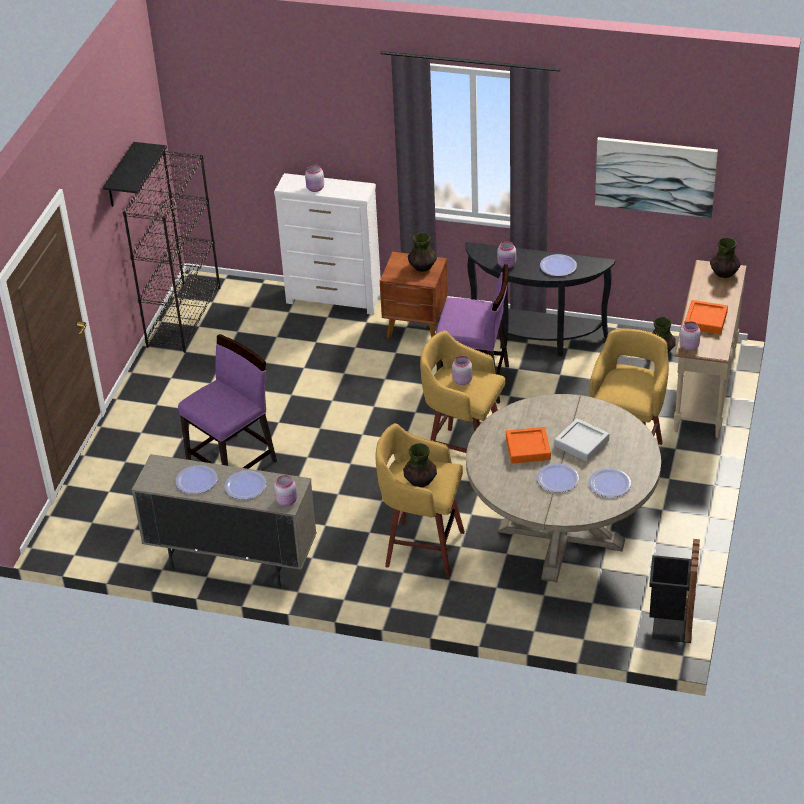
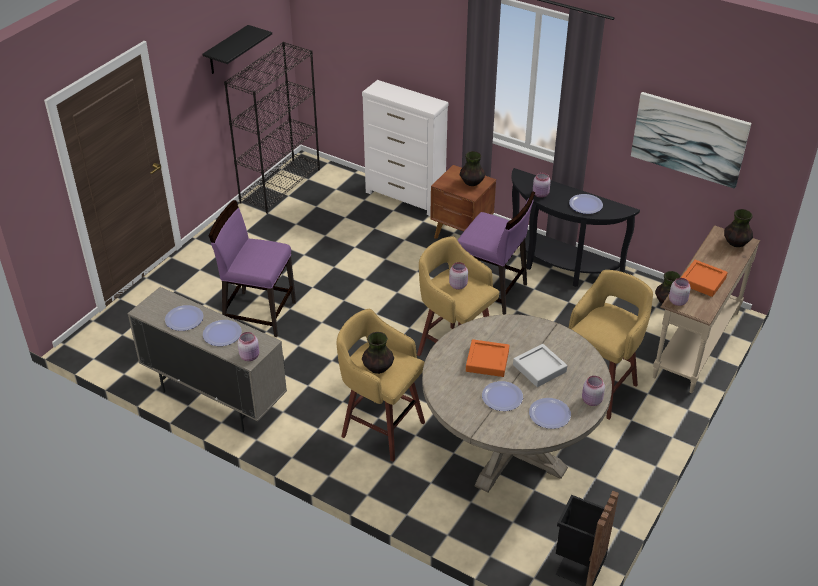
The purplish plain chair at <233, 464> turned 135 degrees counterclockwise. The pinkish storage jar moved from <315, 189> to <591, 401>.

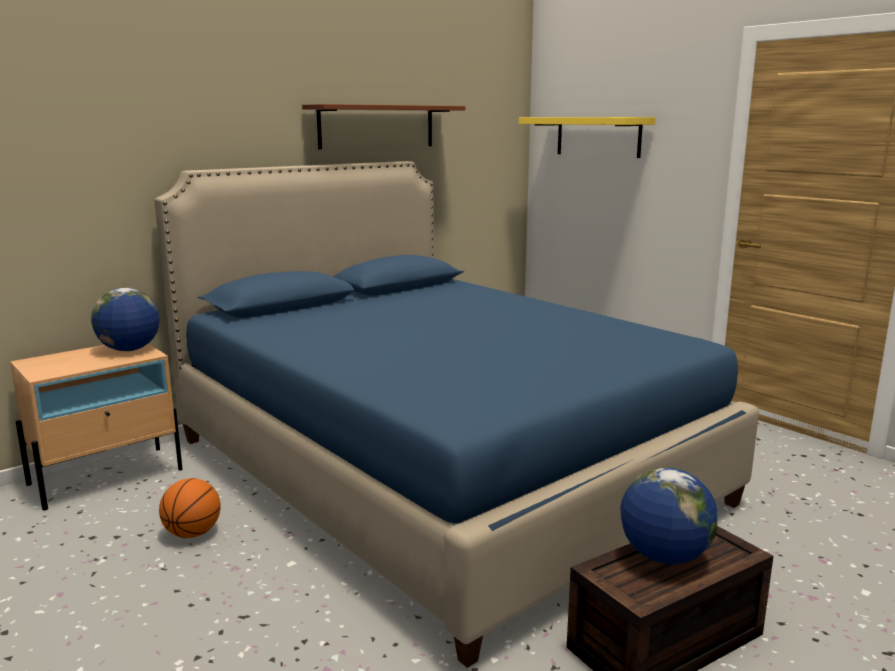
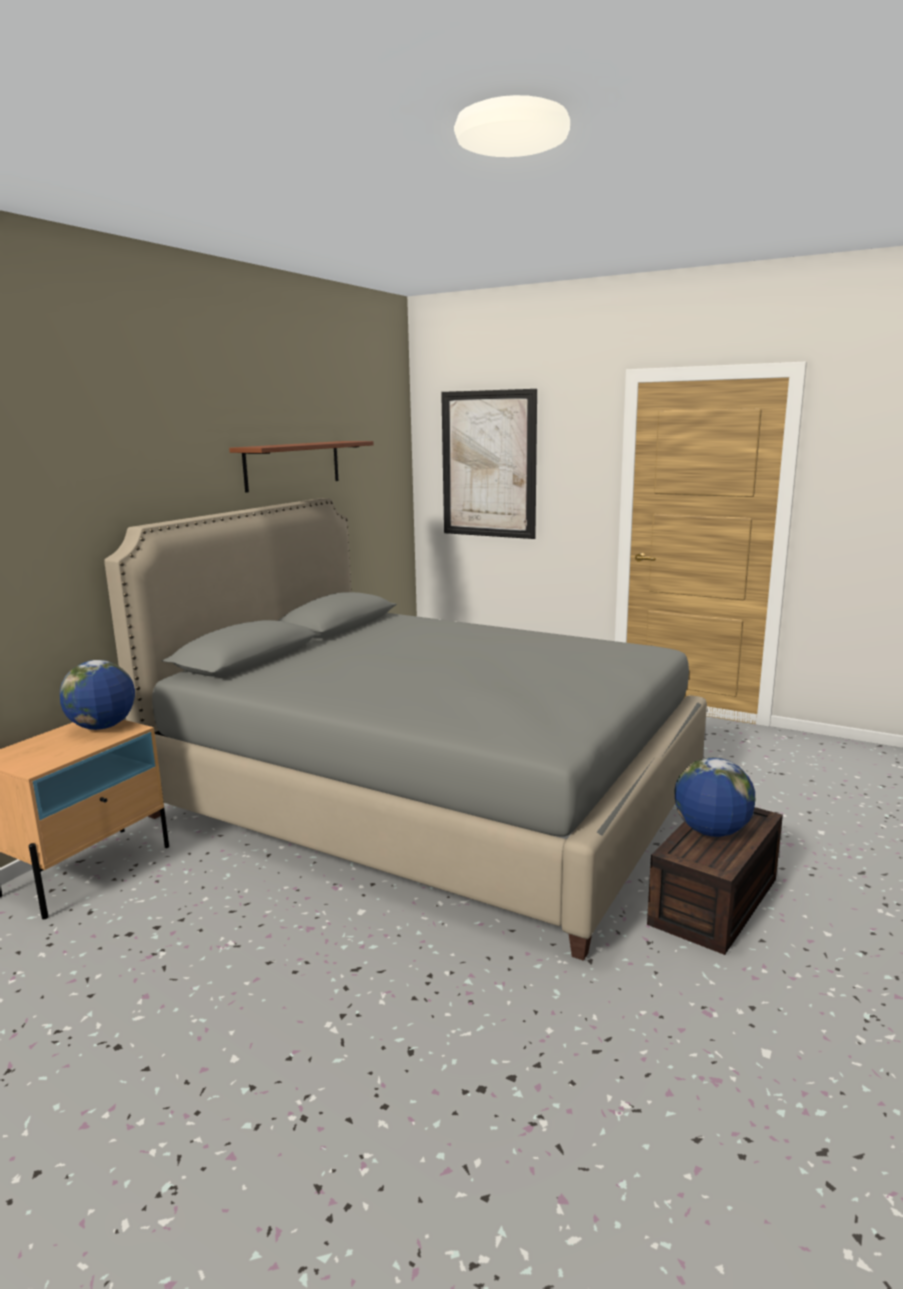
The blue-coloured bed at <437, 470> became the gray bed at <429, 799>. The ball for basketball at <192, 533> disappeared. The yellow-coloured bracket shelf at <598, 136> was replaced by the wall art at <488, 464>.

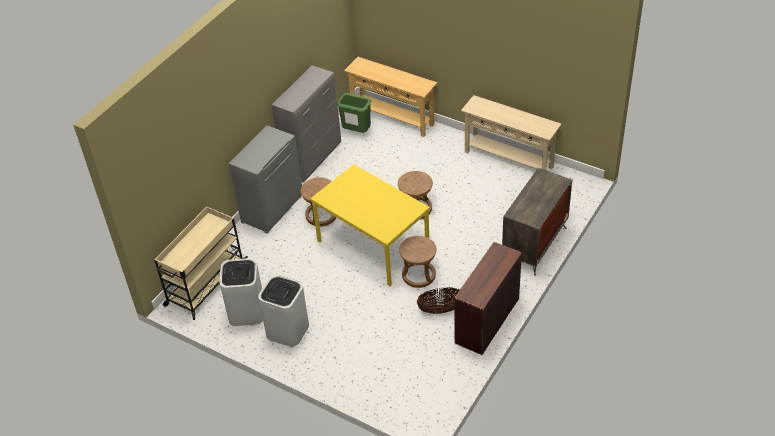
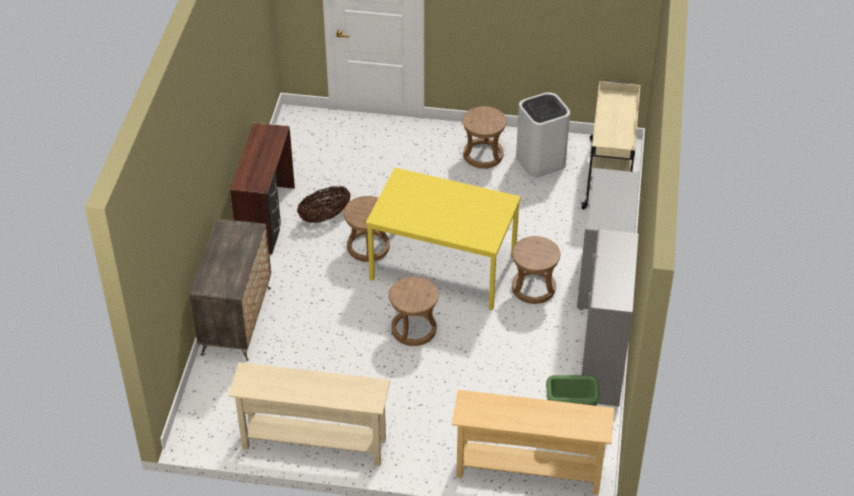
The white-coloured trash can at <287, 330> was replaced by the brownish stool at <483, 155>.

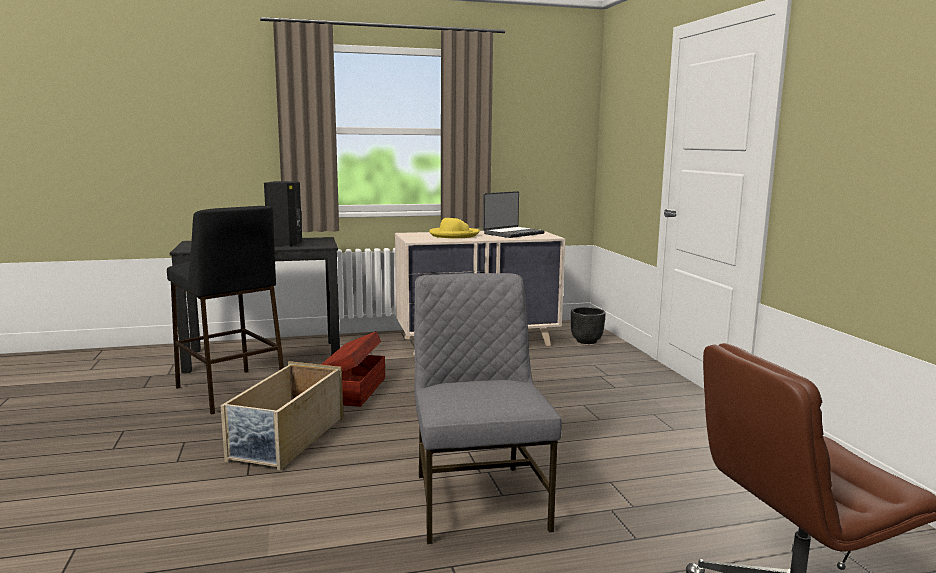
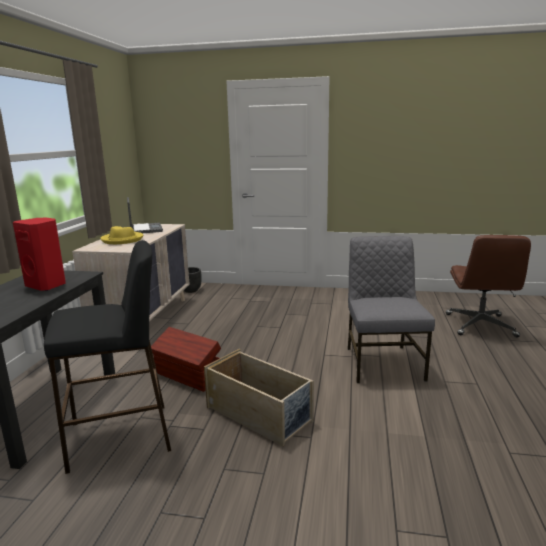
The black-coloured audio speaker at <286, 244> became the reddish audio speaker at <47, 285>. The gray plain chair at <478, 500> turned 75 degrees clockwise.

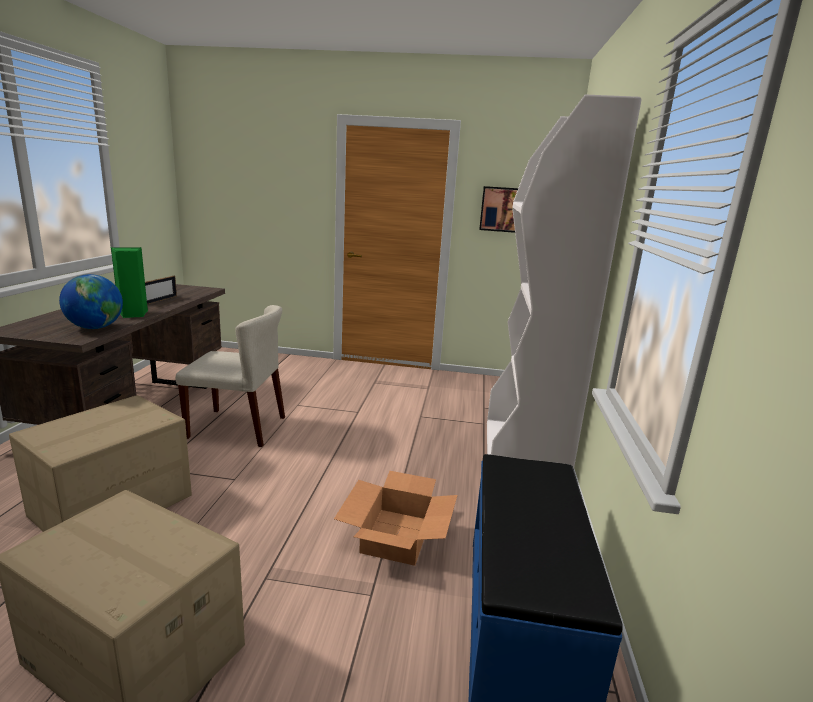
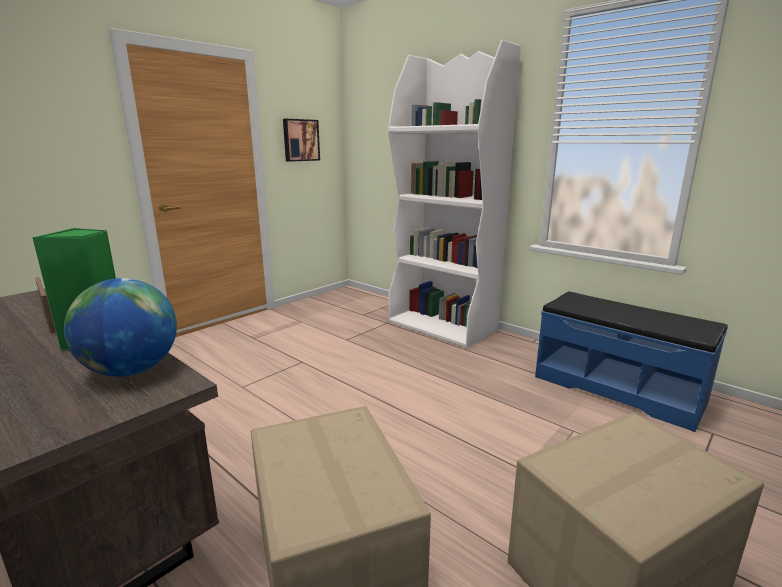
The sand-coloured plain chair at <238, 427> disappeared. The cardboard box at <396, 536> disappeared.

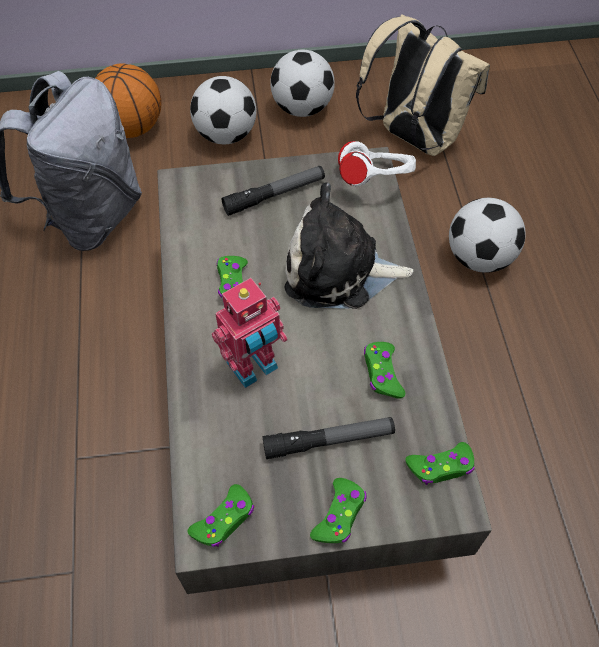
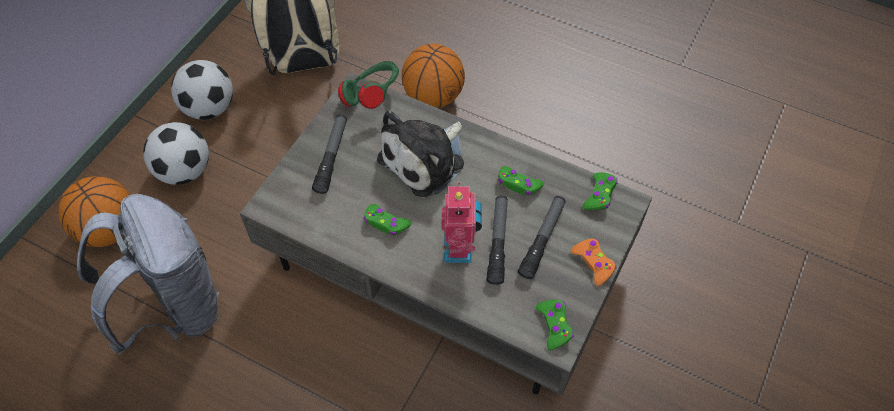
The green-coloured game controller at <339, 515> became the orangey game controller at <593, 263>. The white-coloured headphones at <374, 182> became the green-coloured headphones at <373, 97>. The ball for football at <479, 257> was replaced by the ball for basketball at <433, 97>. The flashlight at <498, 242> appeared.

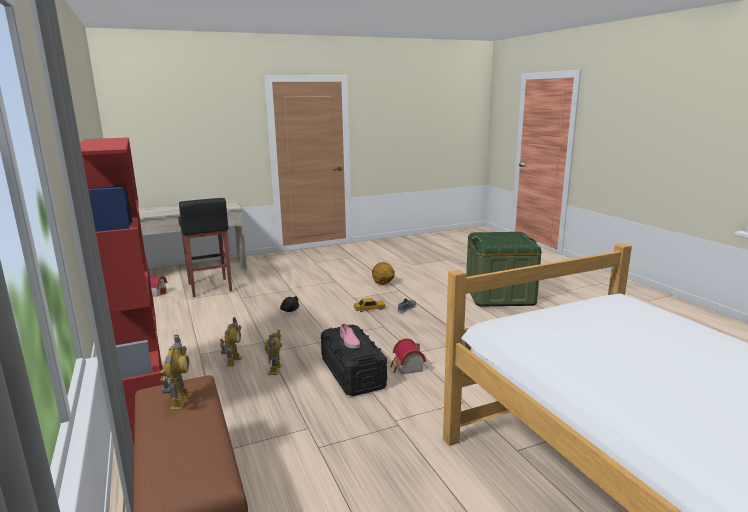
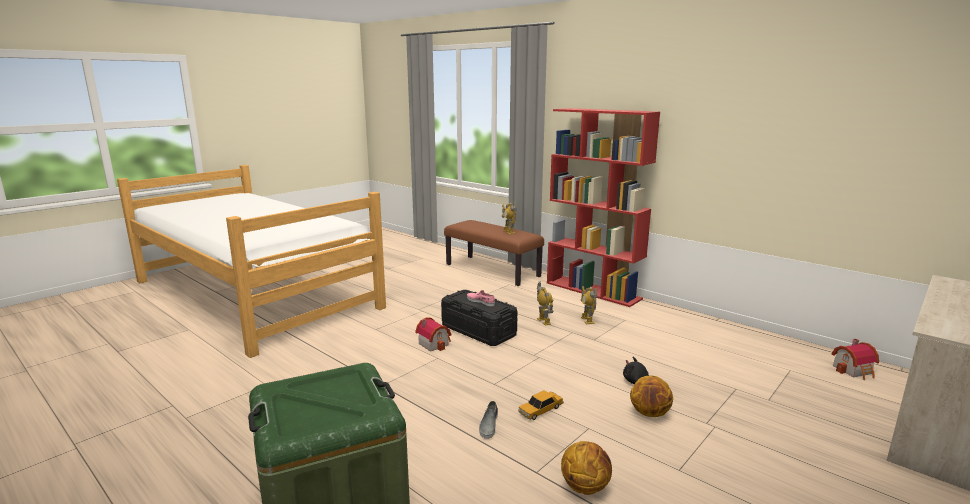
The black-coloured stool at <209, 288> disappeared. The ball for basketball at <650, 413> appeared.

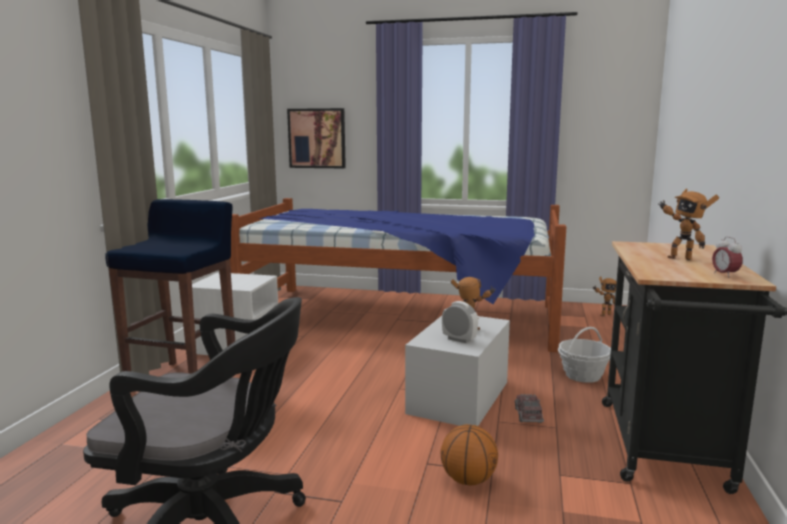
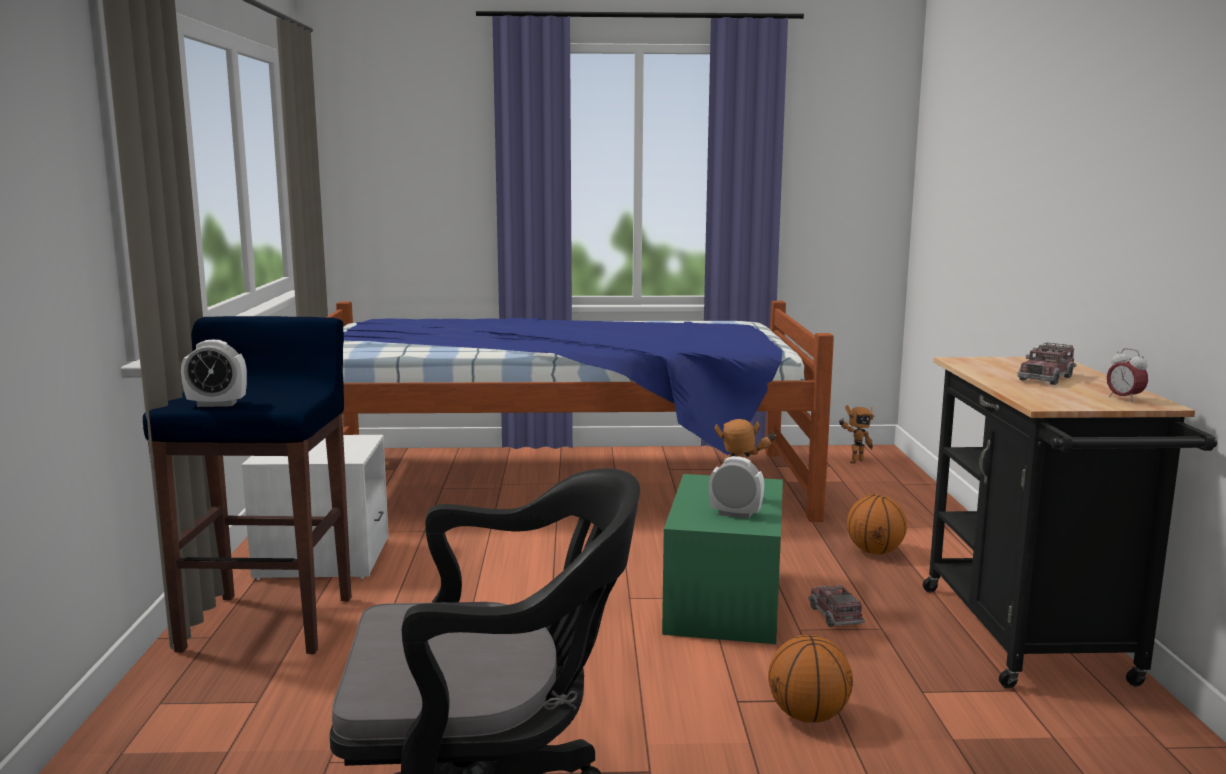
The wall art at <317, 138> disappeared. The white-coloured storage bin at <459, 397> became the green-coloured storage bin at <724, 601>. The household basket at <582, 375> was replaced by the ball for basketball at <875, 552>. The model robot at <679, 258> was replaced by the model truck at <1046, 378>. The alarm clock at <217, 404> appeared.

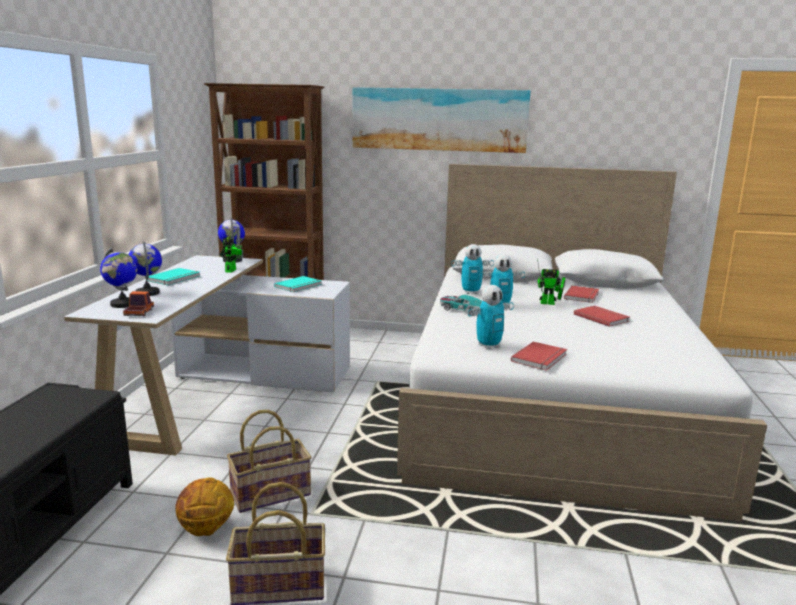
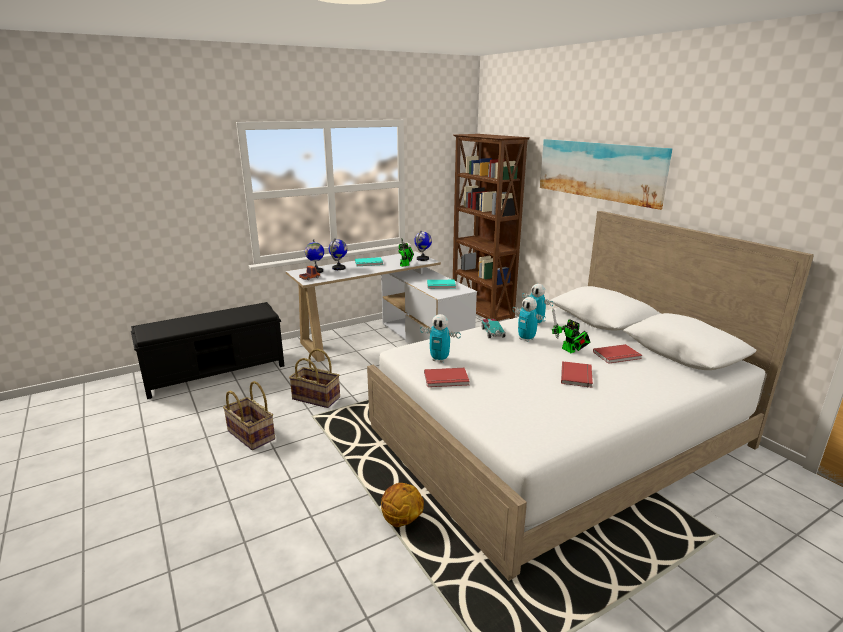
The ball for basketball moved from <206, 530> to <401, 520>.

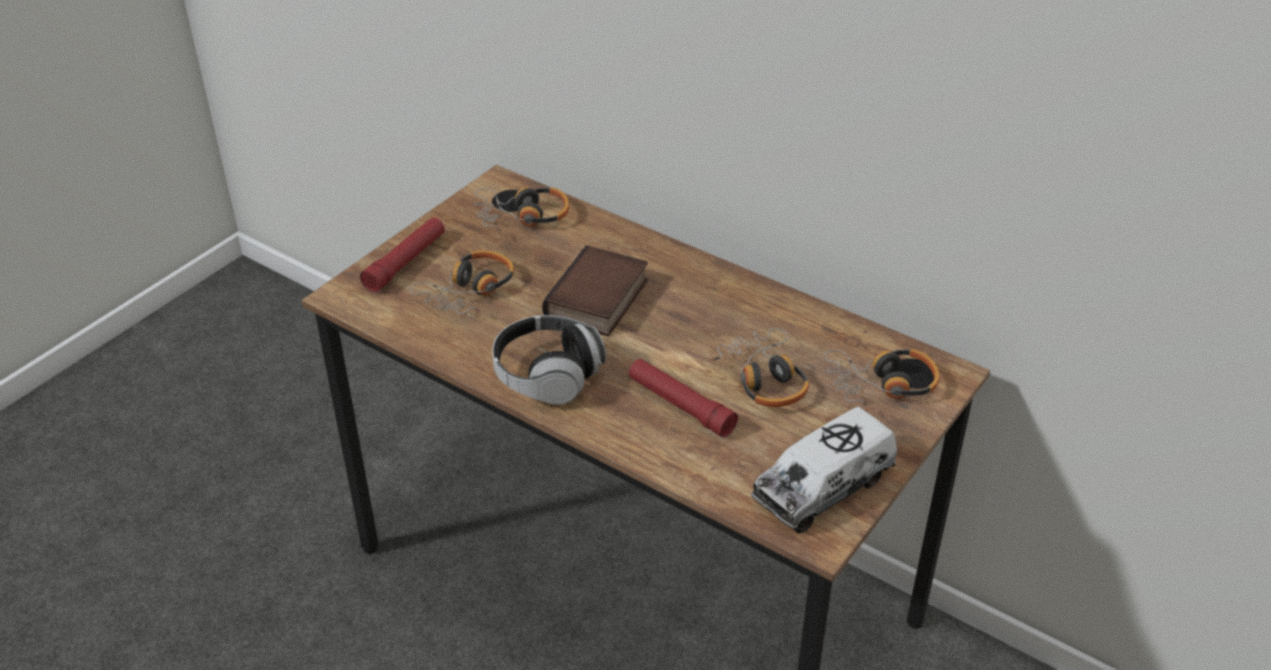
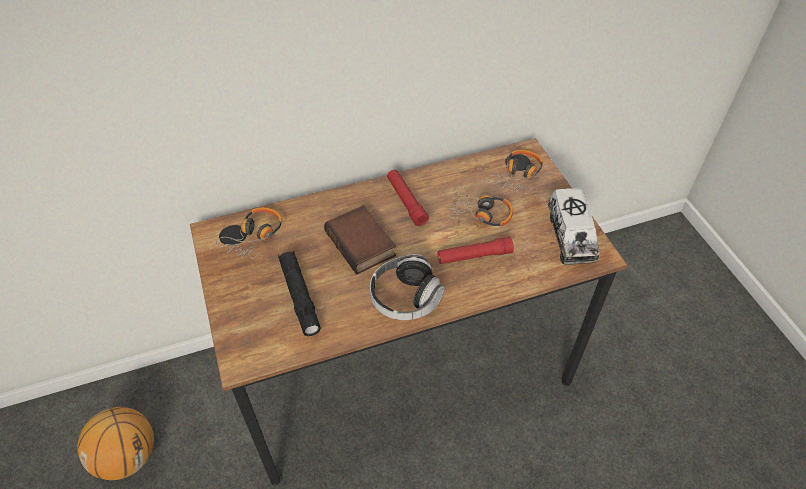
The reddish flashlight moved from <405, 262> to <406, 201>. The headphones at <470, 291> was replaced by the black-coloured flashlight at <299, 296>. The ball for basketball at <127, 456> appeared.

